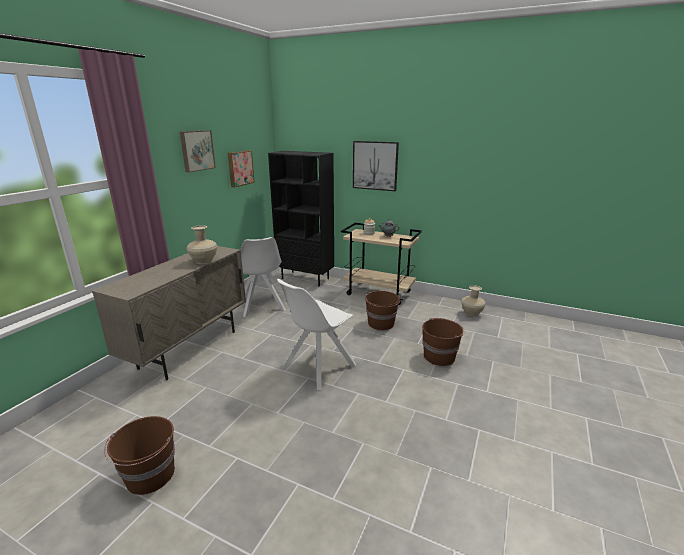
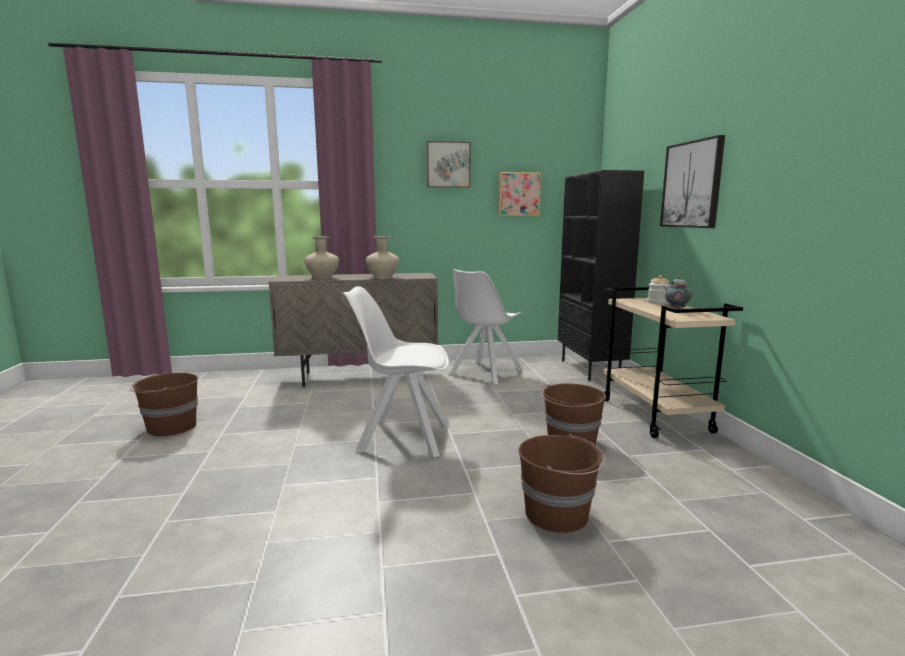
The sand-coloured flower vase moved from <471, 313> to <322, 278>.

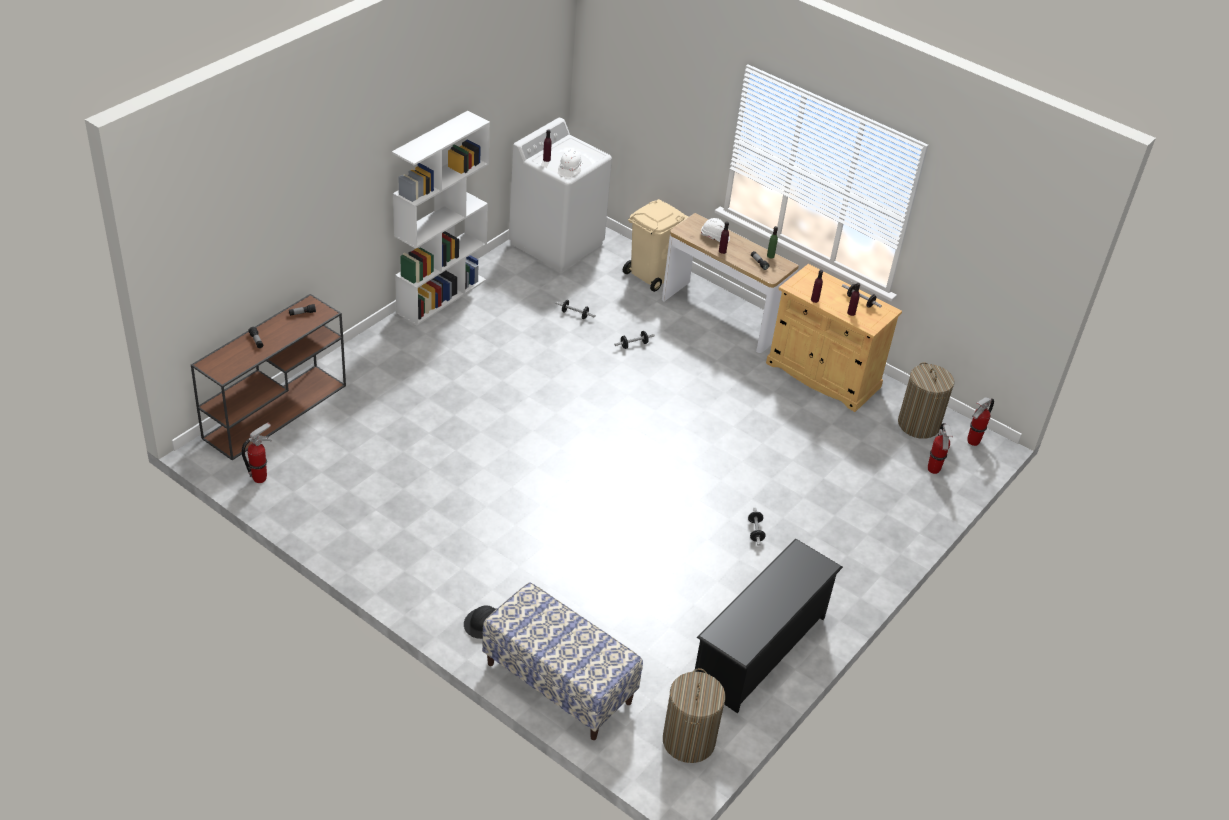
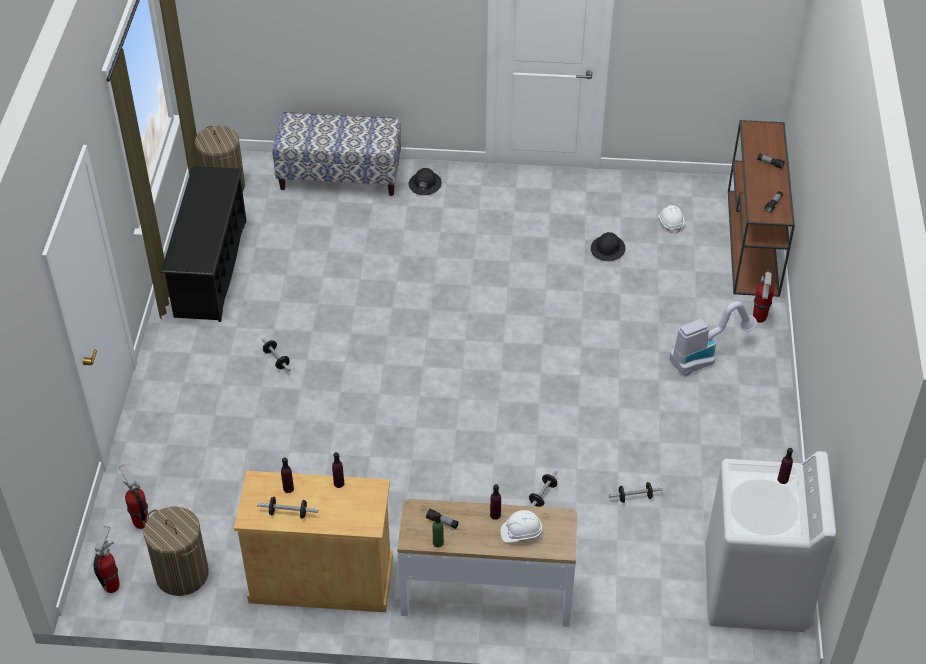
The fire extinguisher moved from <260, 478> to <759, 318>. The white-coloured bookcase at <441, 296> disappeared. The white-coloured work helmet moved from <569, 169> to <670, 223>. The sand-coloured trash can at <652, 276> disappeared. The black-coloured work helmet at <608, 249> appeared. The vacuum at <705, 356> appeared.

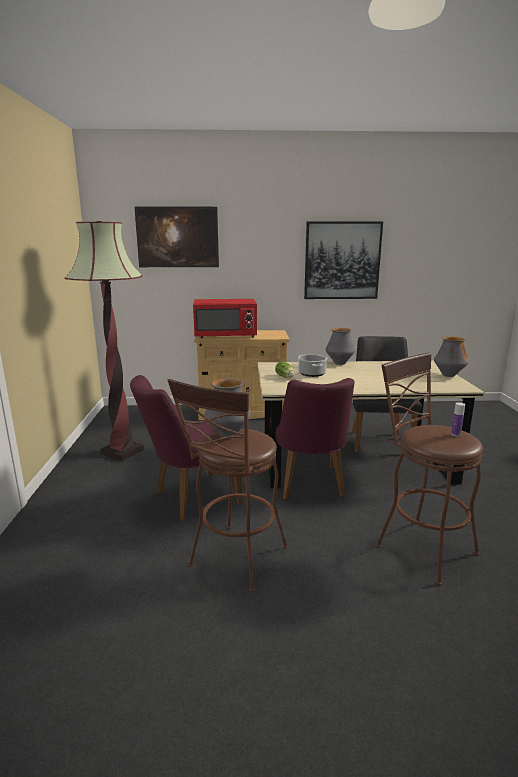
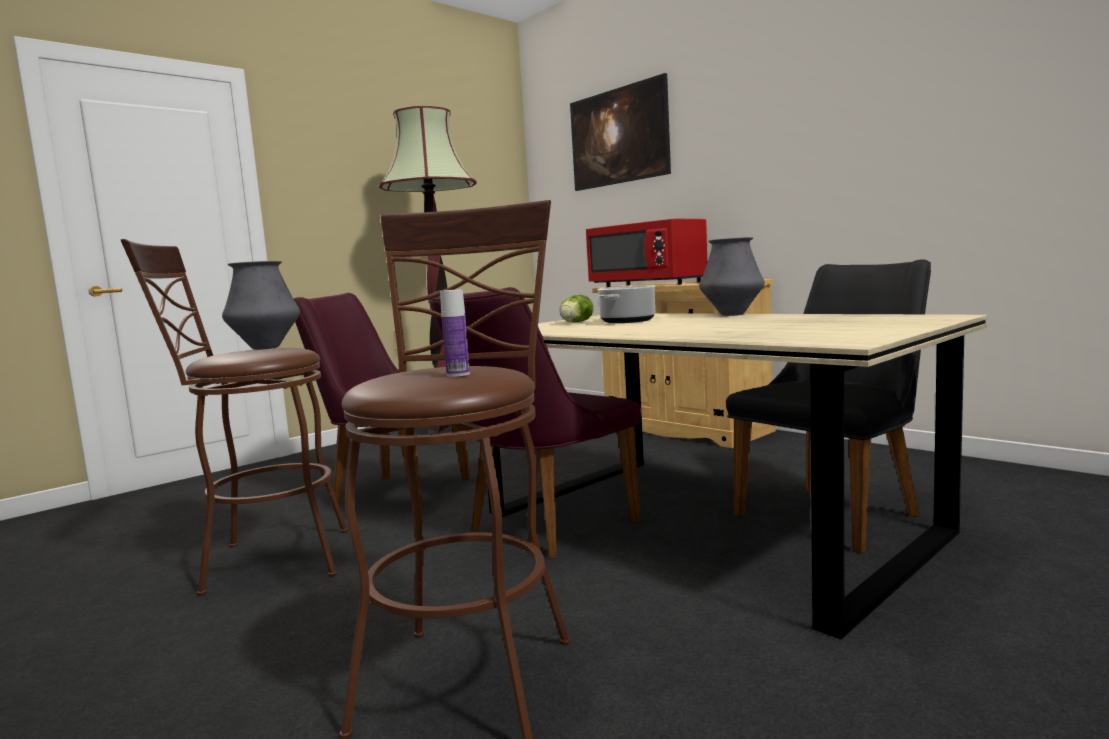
The wall art at <342, 261> disappeared. The flower vase at <448, 375> disappeared.

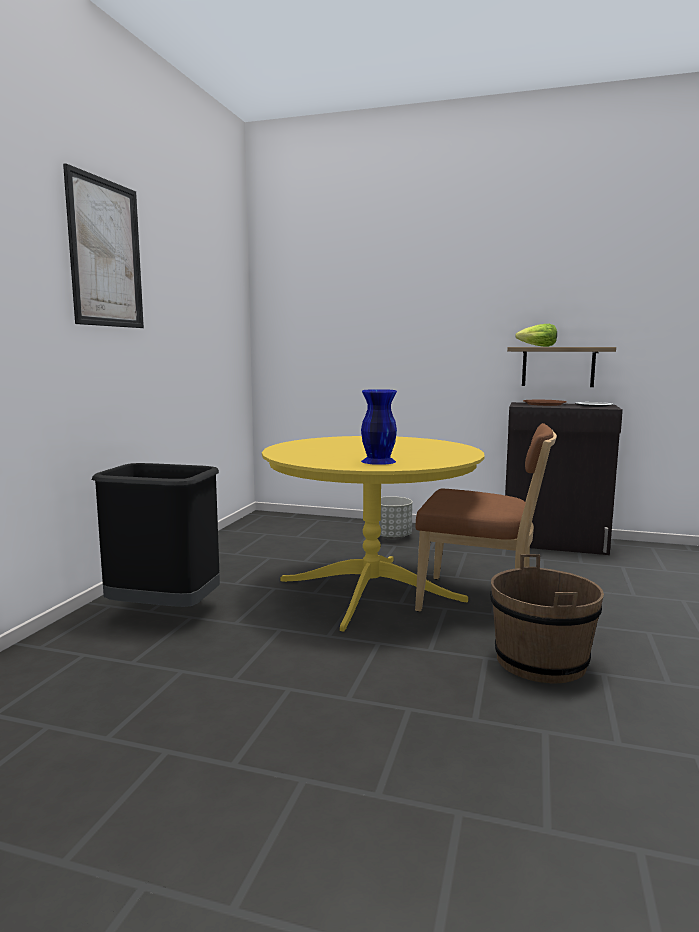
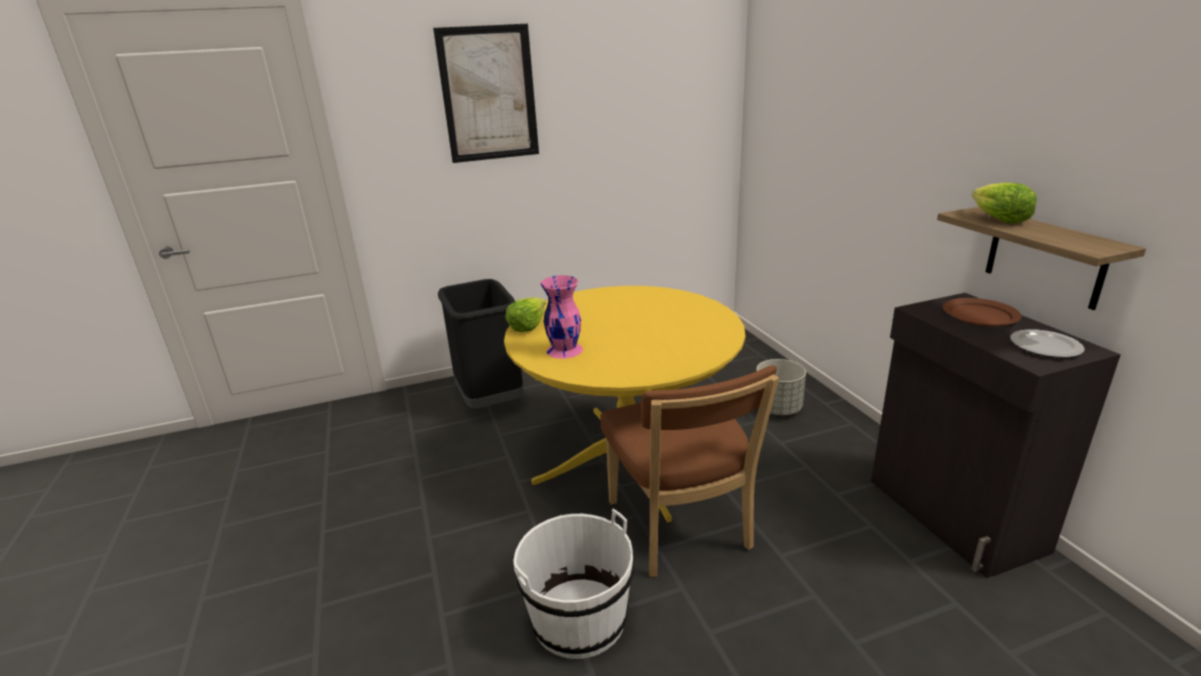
The blue-coloured flower vase at <377, 461> became the pinkish flower vase at <564, 350>. The brownish water bucket at <541, 661> became the white-coloured water bucket at <579, 619>. The lettuce at <527, 326> appeared.

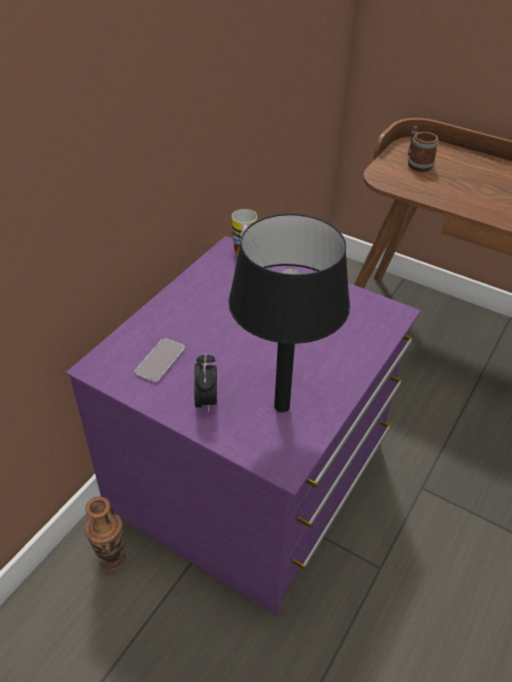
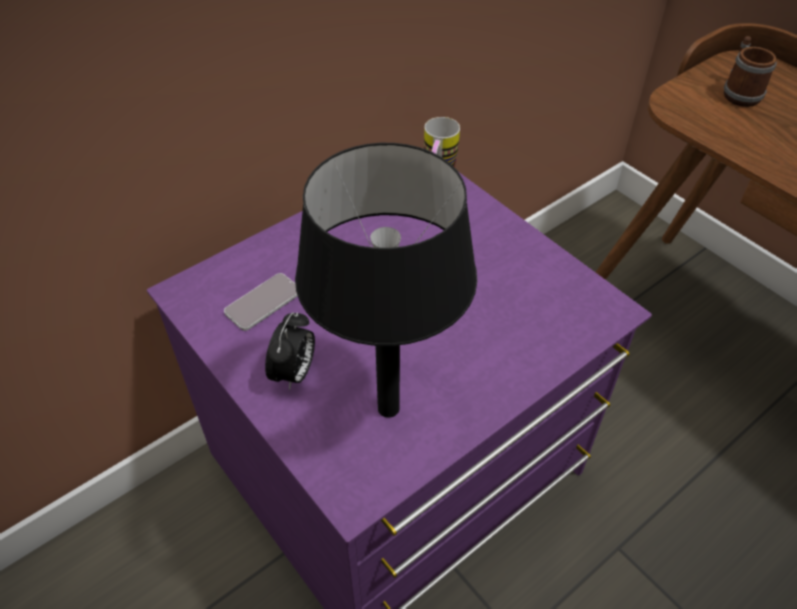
The flower vase at <112, 558> disappeared.

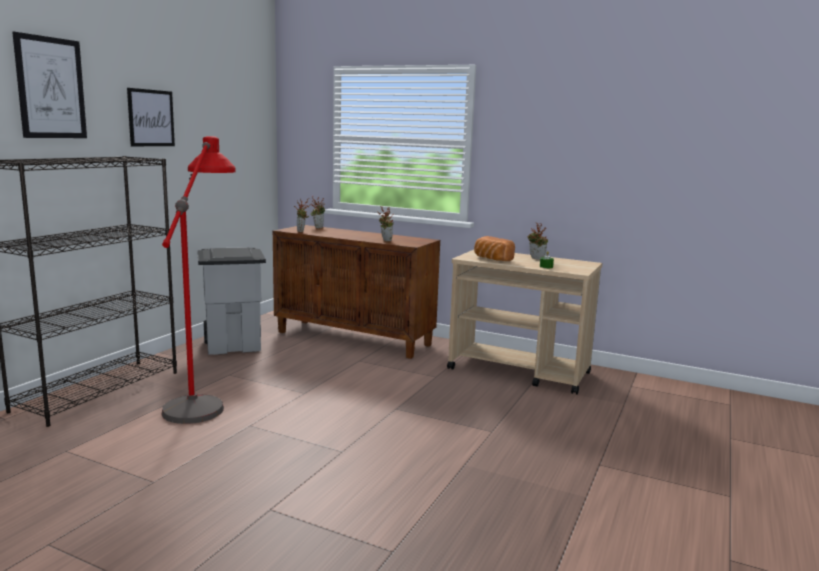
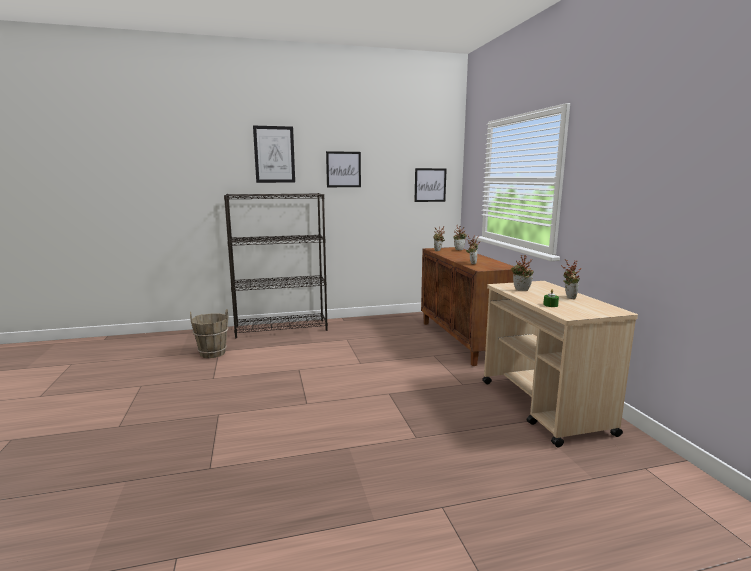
The reddish standing lamp at <204, 393> disappeared. The gray trash can at <234, 345> disappeared. The baked bread at <491, 259> was replaced by the potted plant at <520, 290>. The brownish water bucket at <212, 353> appeared. The wall art at <430, 185> appeared.

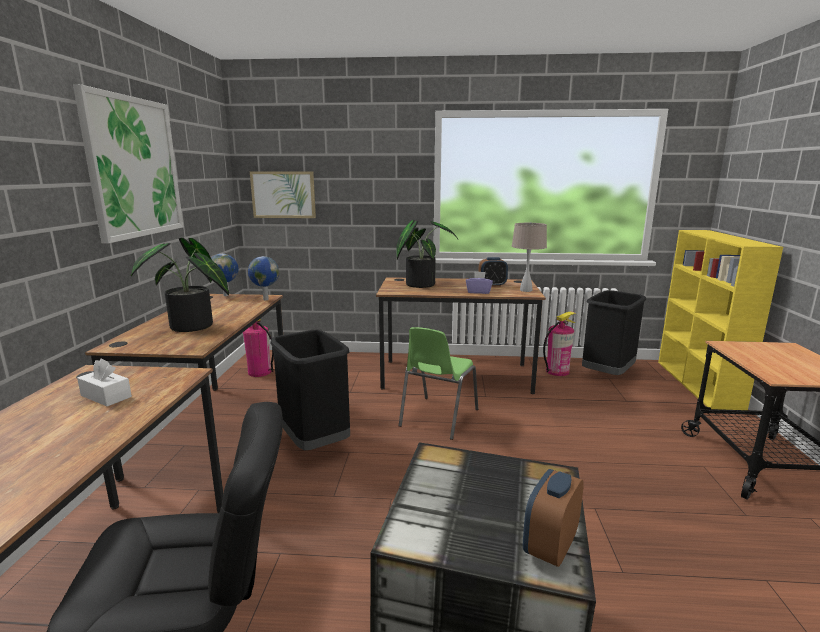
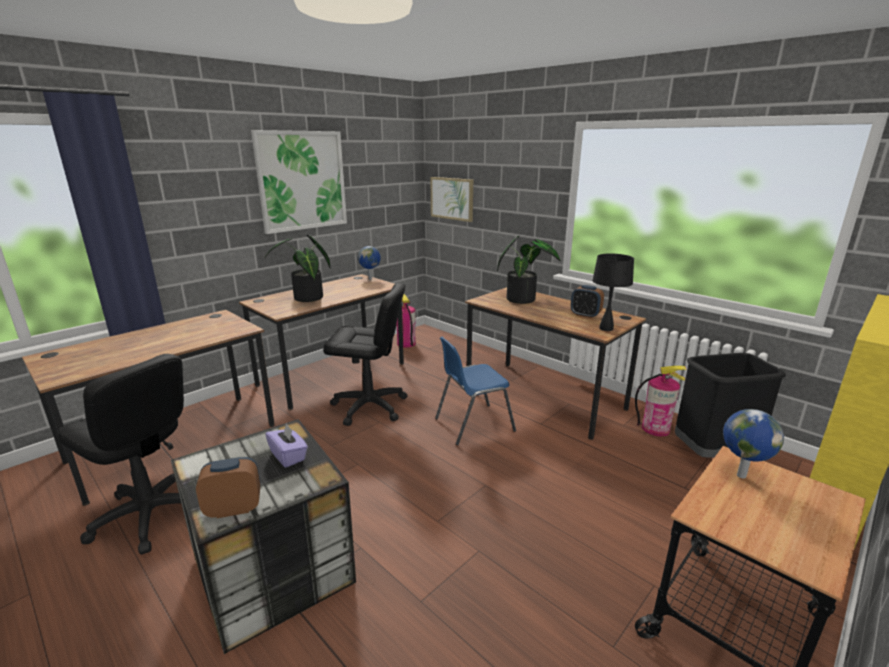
The white-coloured tissue holder at <106, 396> disappeared. The world globe moved from <265, 299> to <740, 475>. The black-coloured trash can at <315, 442> was replaced by the black-coloured desk chair at <369, 407>. The green-coloured plain chair at <437, 418> became the blue-coloured plain chair at <472, 424>. The purplish tissue holder moved from <478, 292> to <288, 456>. The sand-coloured table lamp at <526, 290> became the black-coloured table lamp at <606, 328>.

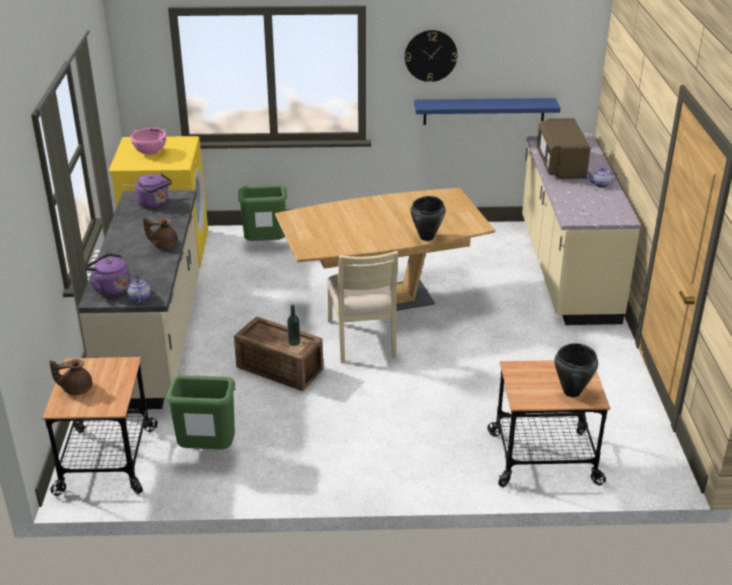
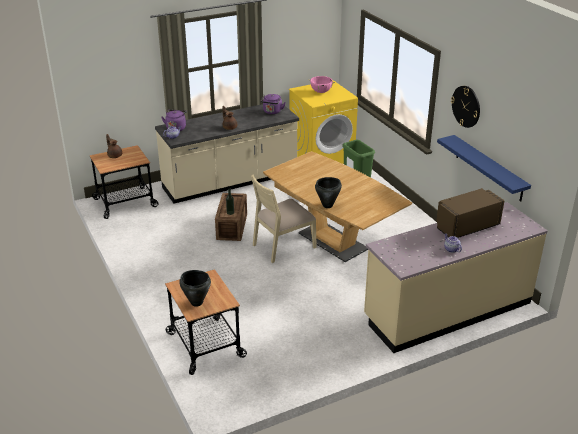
The green-coloured trash can at <207, 451> disappeared.

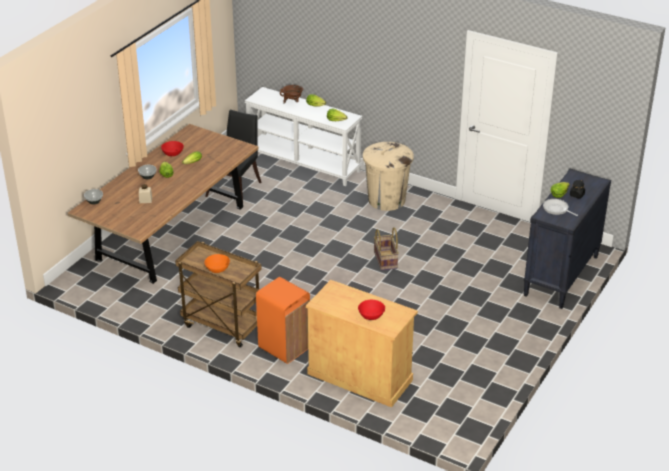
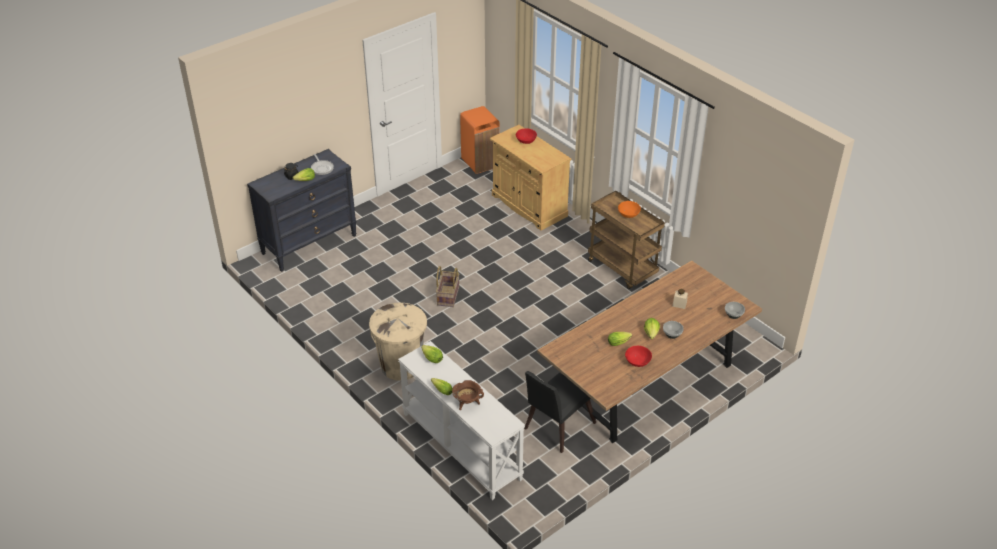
The orangey trash can moved from <284, 348> to <480, 162>.

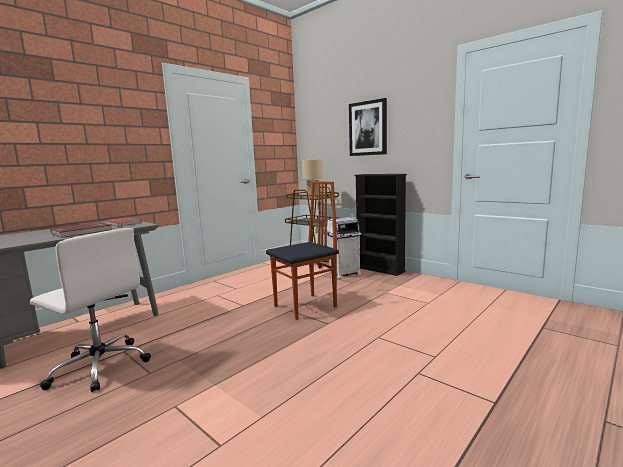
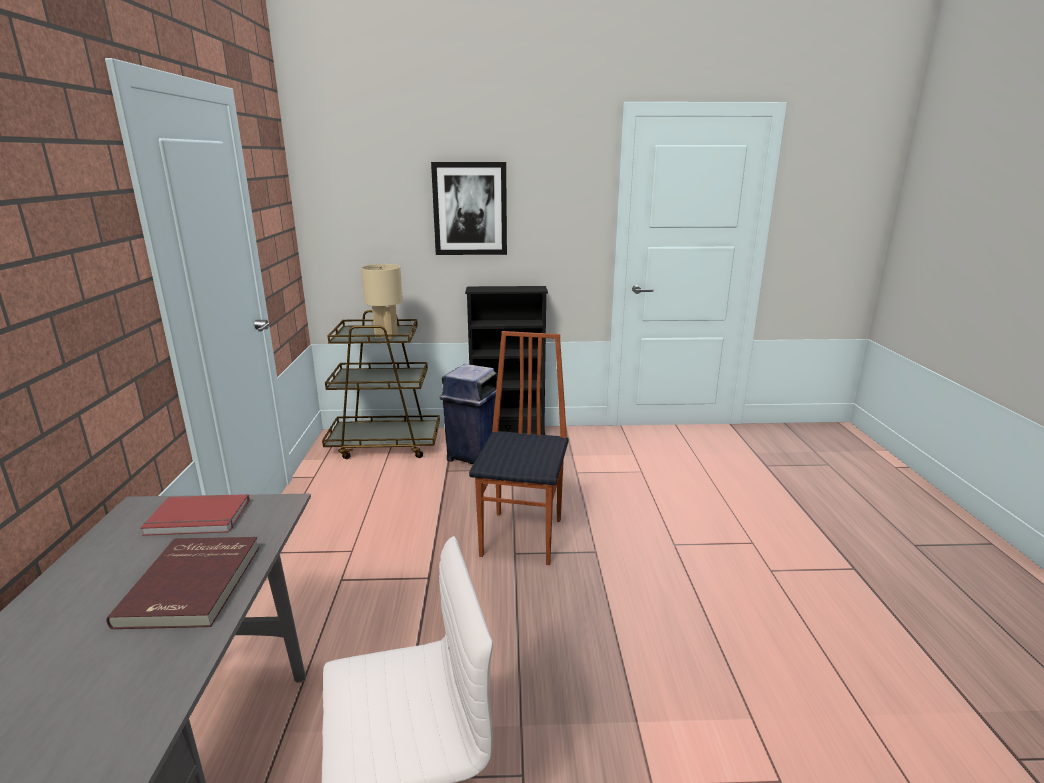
The white-coloured trash can at <344, 273> became the blue-coloured trash can at <472, 456>.

